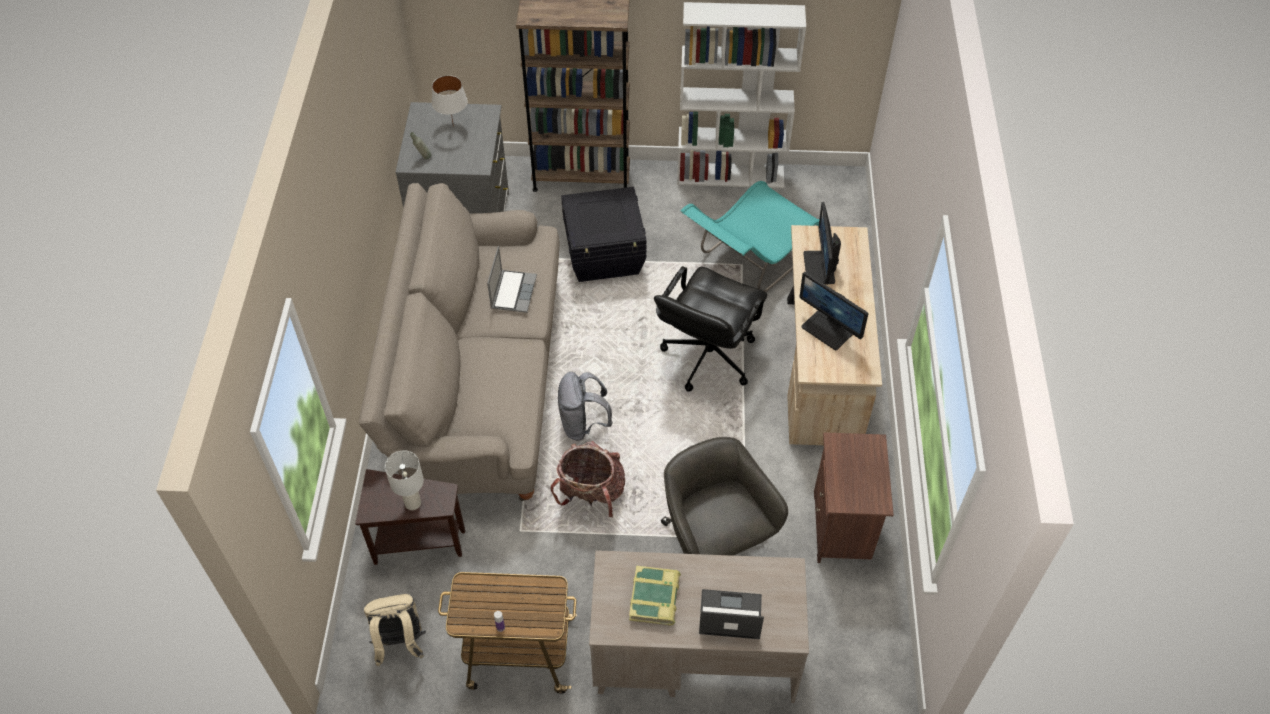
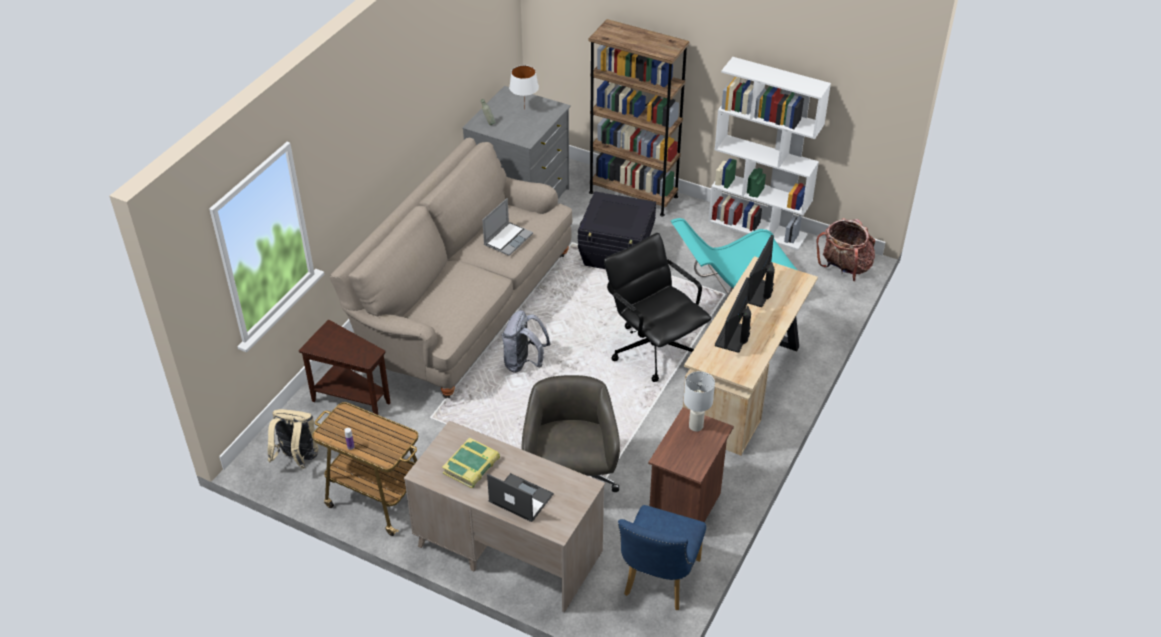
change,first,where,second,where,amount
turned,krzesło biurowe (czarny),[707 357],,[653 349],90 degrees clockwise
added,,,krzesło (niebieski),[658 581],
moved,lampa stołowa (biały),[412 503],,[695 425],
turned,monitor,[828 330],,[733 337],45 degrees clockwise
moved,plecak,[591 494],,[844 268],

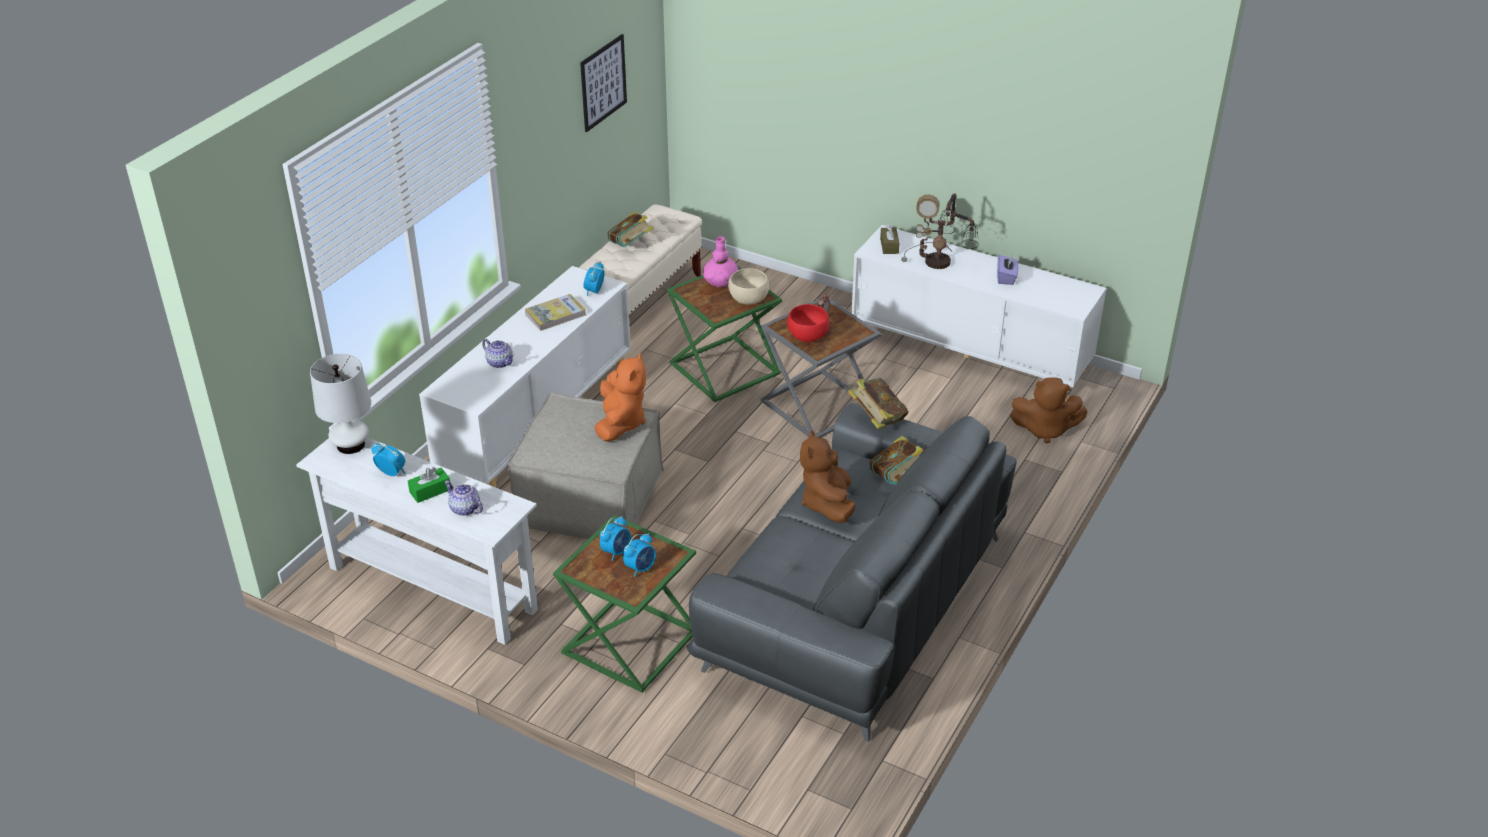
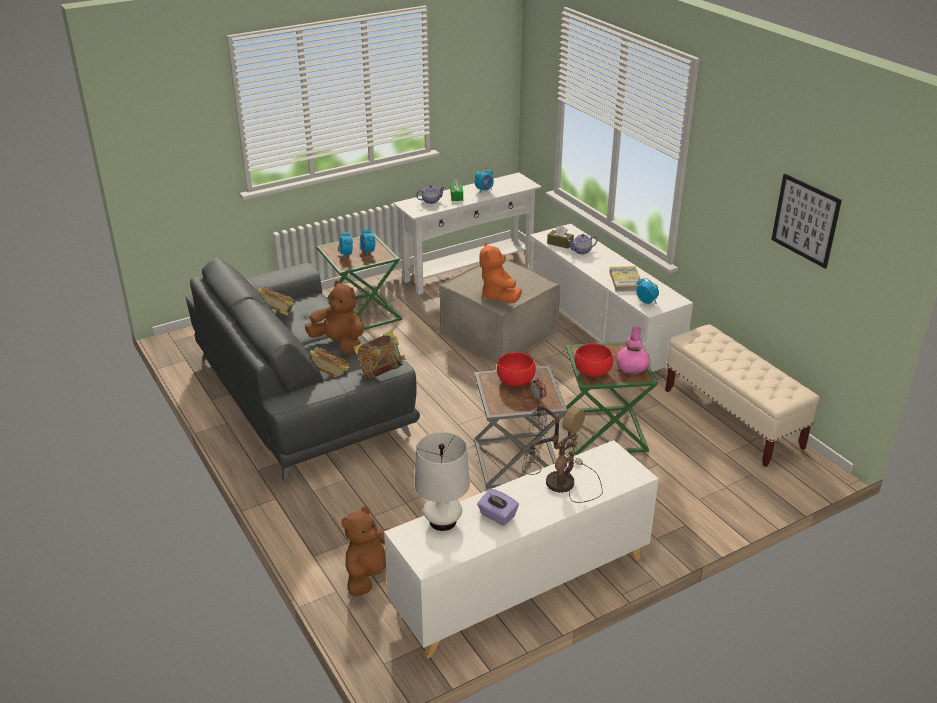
change,first,where,second,where,amount
moved,książka,[631 246],,[276 314],
moved,lampa stołowa (biały),[350 445],,[442 521],
turned,pluszak (pomarańczowy),[620 423],,[499 296],45 degrees clockwise
moved,pudełko chusteczek (brązowy),[889 246],,[560 243],
recoloured,miska (beżowy),[749 298],miska (czerwony),[593 371],

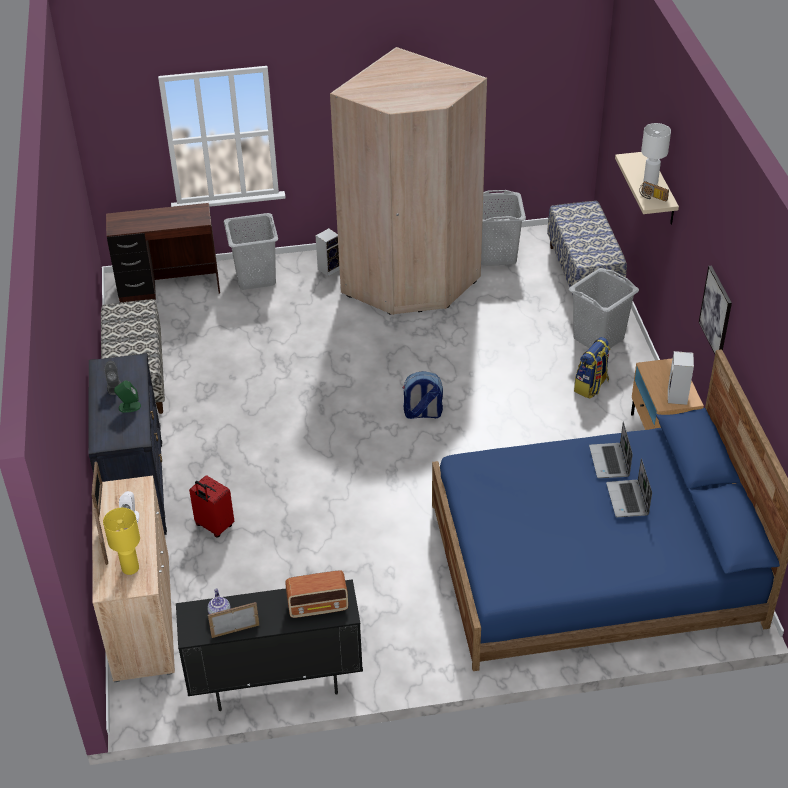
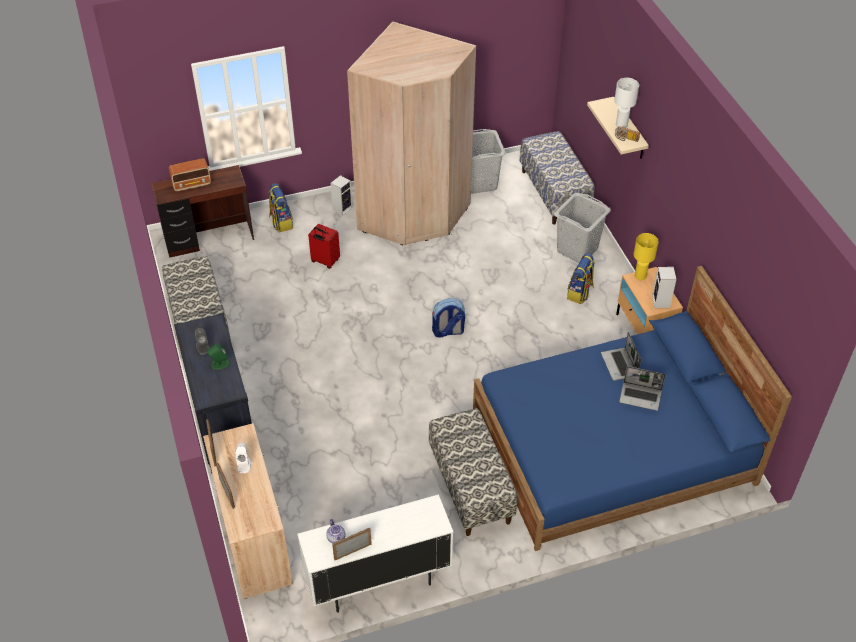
change,first,where,second,where,amount
moved,radio,[318 606],,[192 184],
replaced,kosz na pranie (szary),[255 277],plecak,[281 222],
recoloured,szafka (czarny),[275 683],szafka (biały),[378 582],
moved,walizka (czerwony),[214 526],,[325 261],
added,,,ławka,[471 487],
turned,laptop,[628 500],,[641 396],60 degrees counterclockwise
moved,lampa stołowa (żółty),[130 568],,[640 276],
removed,obraz,[716 312],,,

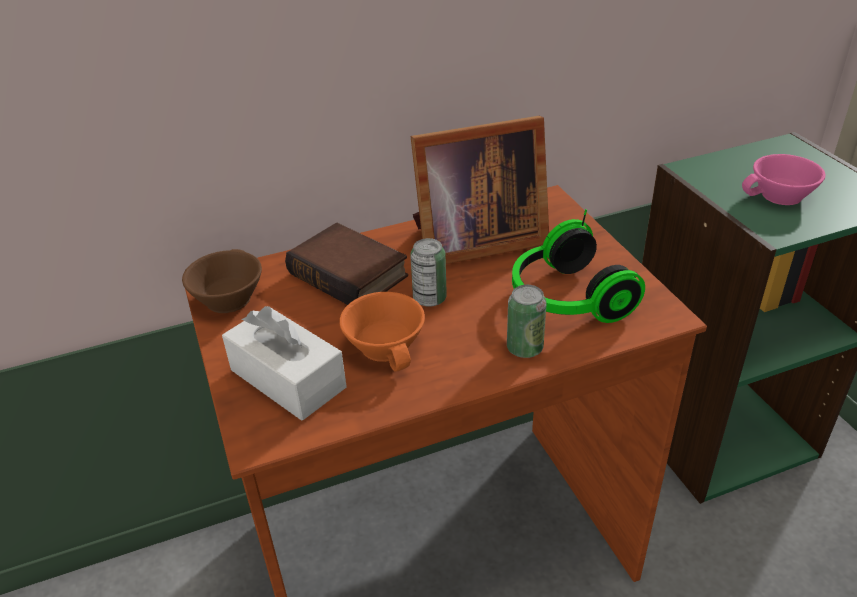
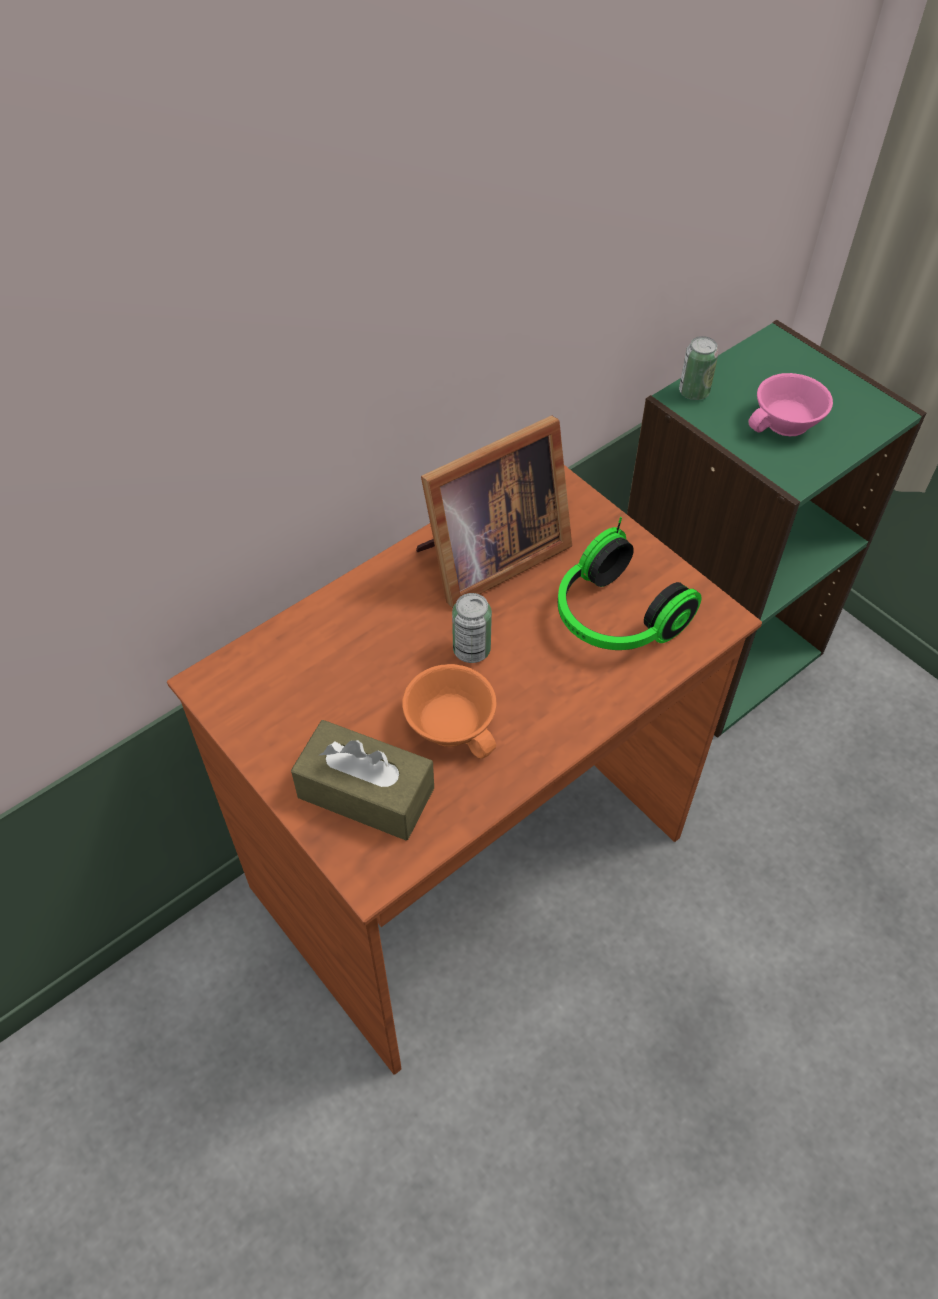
change,first,where,second,where,amount
recoloured,pudełko chusteczek (biały),[288 379],pudełko chusteczek (brązowy),[366 793],
moved,puszka,[524 348],,[694 392],
removed,filiżanka (brązowy),[226 297],,,
removed,książka,[351 274],,,

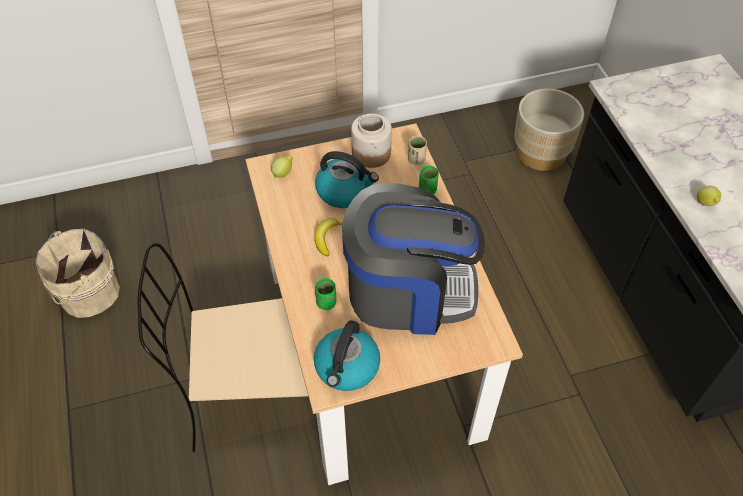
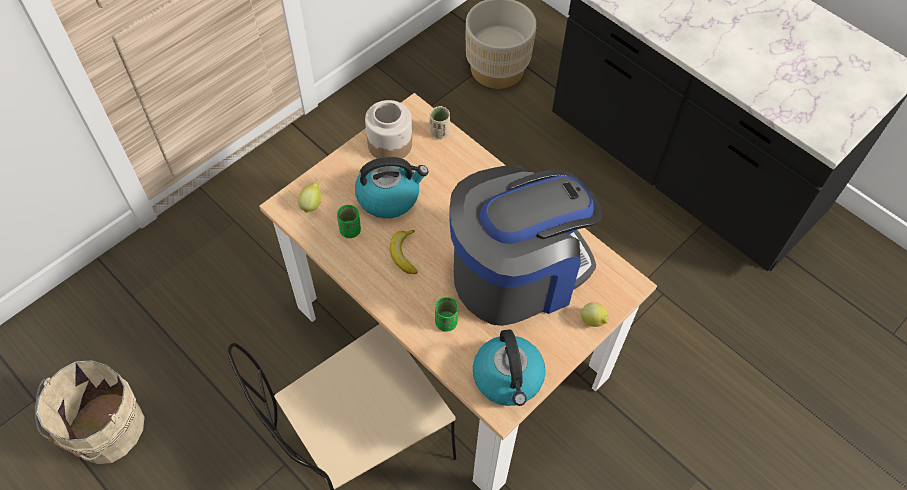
change,first,where,second,where,amount
moved,filiżanka (zielony),[427 190],,[350 230],
moved,cytryna,[705 204],,[593 321],

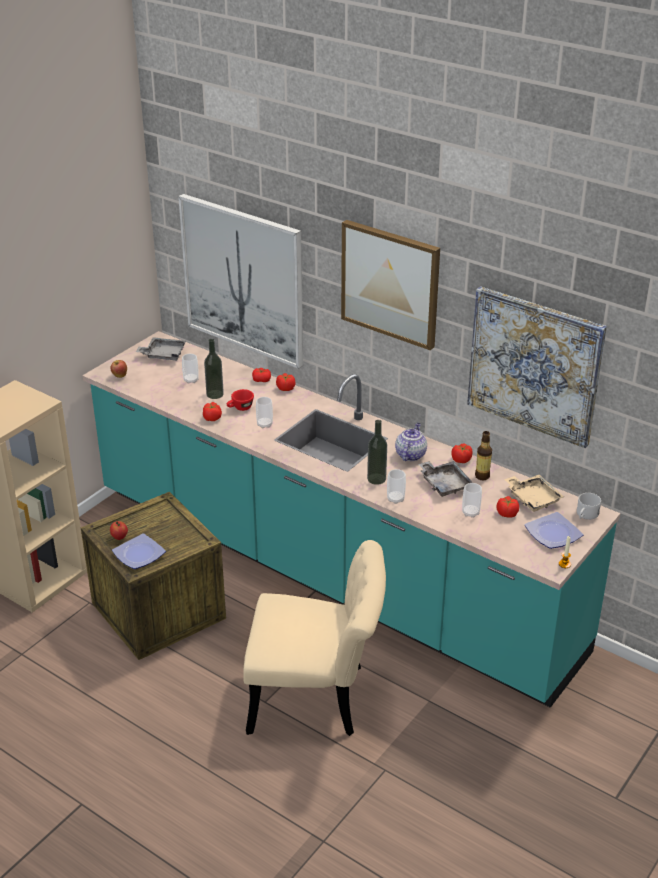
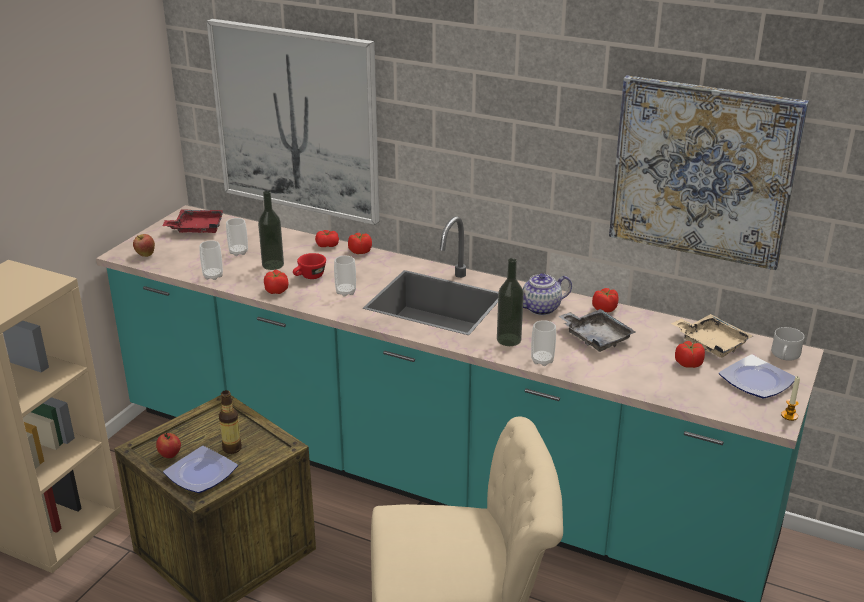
change,first,where,second,where,amount
recoloured,taca (szary),[163 354],taca (czerwony),[197 228],
moved,filiżanka,[470 513],,[213 276],
moved,butelka,[482 476],,[232 448],
turned,imbryk,[410 454],,[540 309],120 degrees counterclockwise
removed,obraz,[390 283],,,

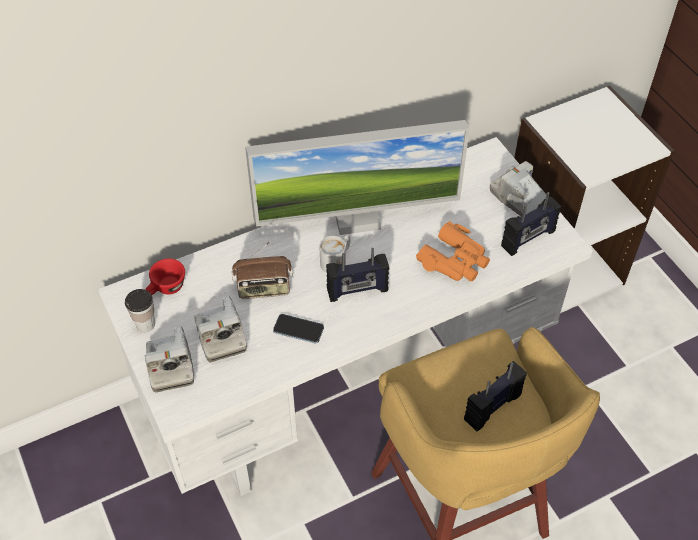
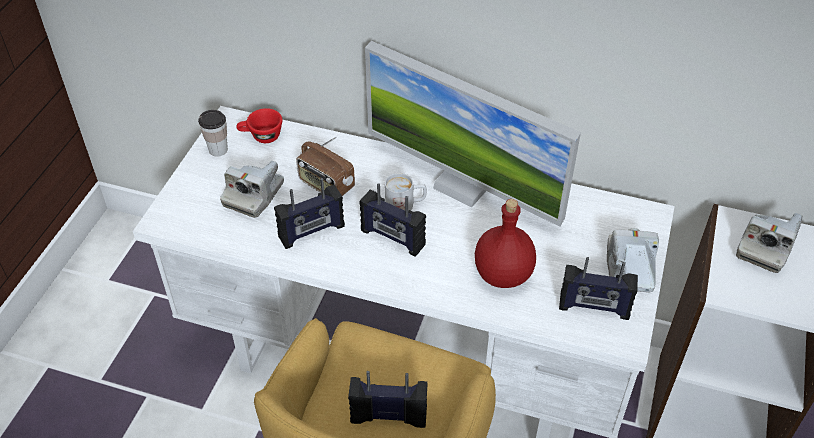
change,first,where,second,where,amount
replaced,telefon,[298 329],radio,[312 232],
replaced,lornetka (pomarańczowy),[455 260],butelka (czerwony),[502 275],
moved,aparat fotograficzny,[170 366],,[764 247],

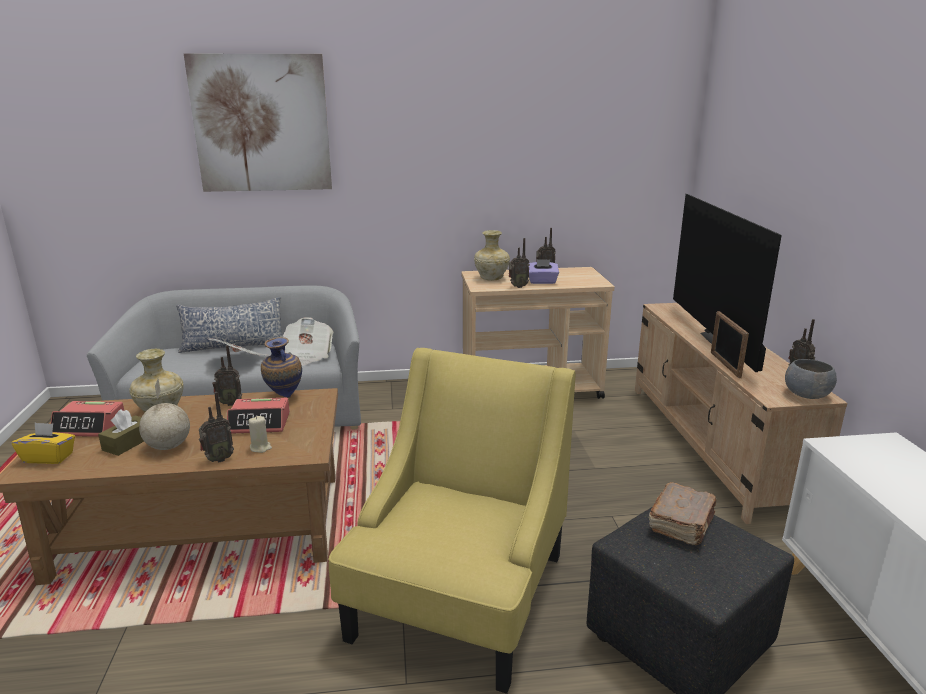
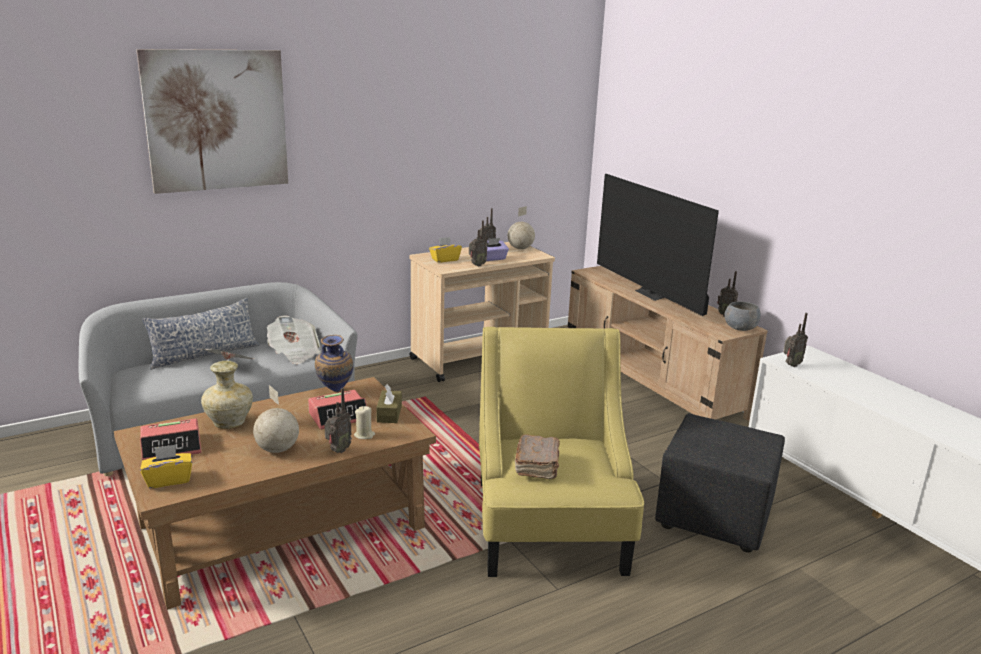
change,first,where,second,where,amount
moved,pudełko chusteczek (brązowy),[128 443],,[389 413],
replaced,wazon (beżowy),[491 278],pudełko chusteczek (żółty),[445 259],
added,,,globus,[520 248],
moved,książka (brązowy),[682 524],,[538 466],
moved,radio,[230 403],,[790 365],
removed,ramka na zdjęcie,[725 365],,,

